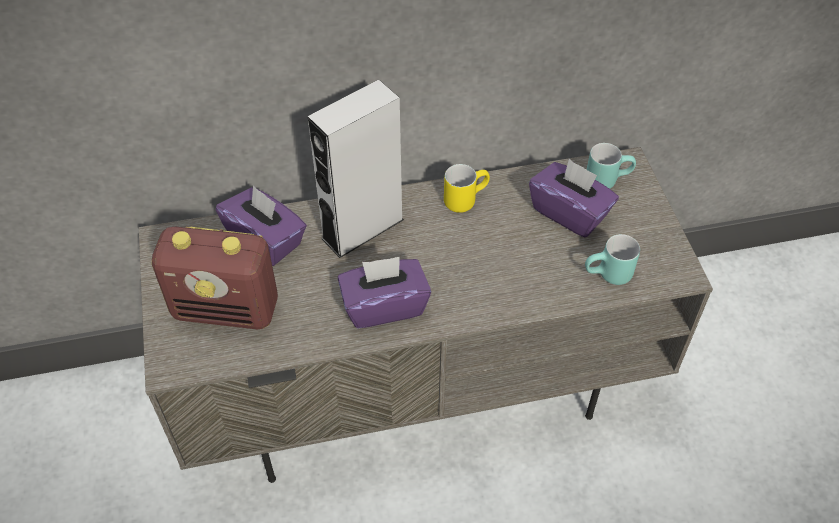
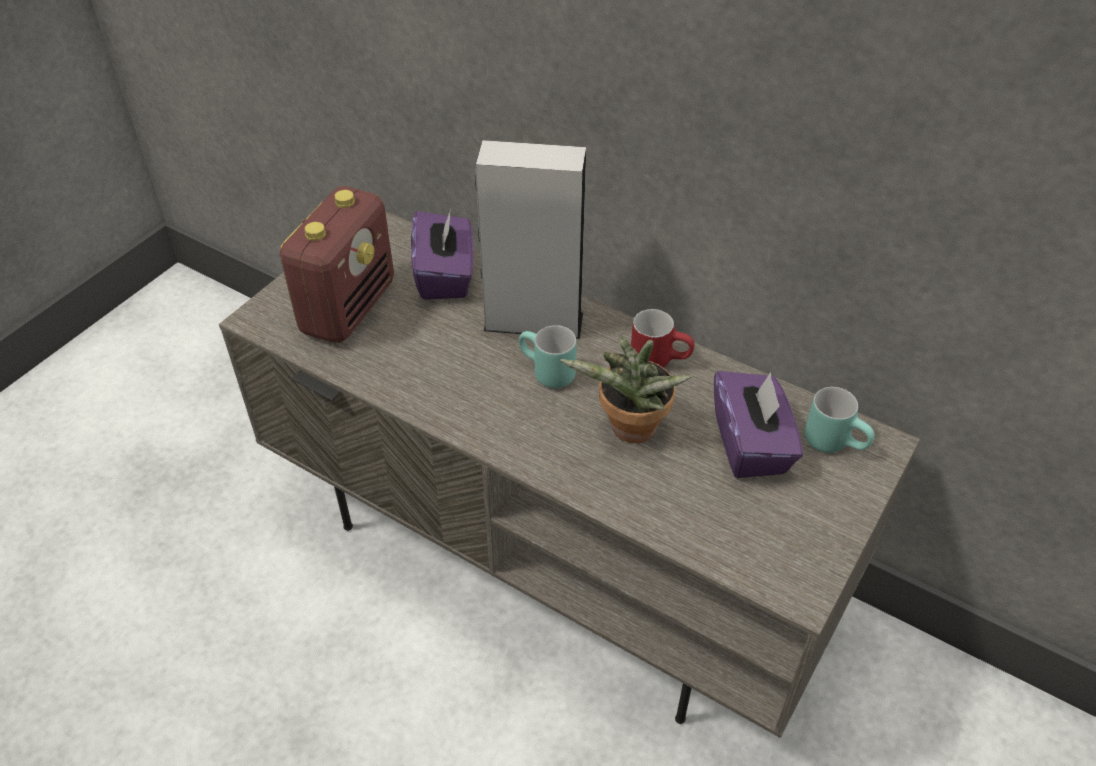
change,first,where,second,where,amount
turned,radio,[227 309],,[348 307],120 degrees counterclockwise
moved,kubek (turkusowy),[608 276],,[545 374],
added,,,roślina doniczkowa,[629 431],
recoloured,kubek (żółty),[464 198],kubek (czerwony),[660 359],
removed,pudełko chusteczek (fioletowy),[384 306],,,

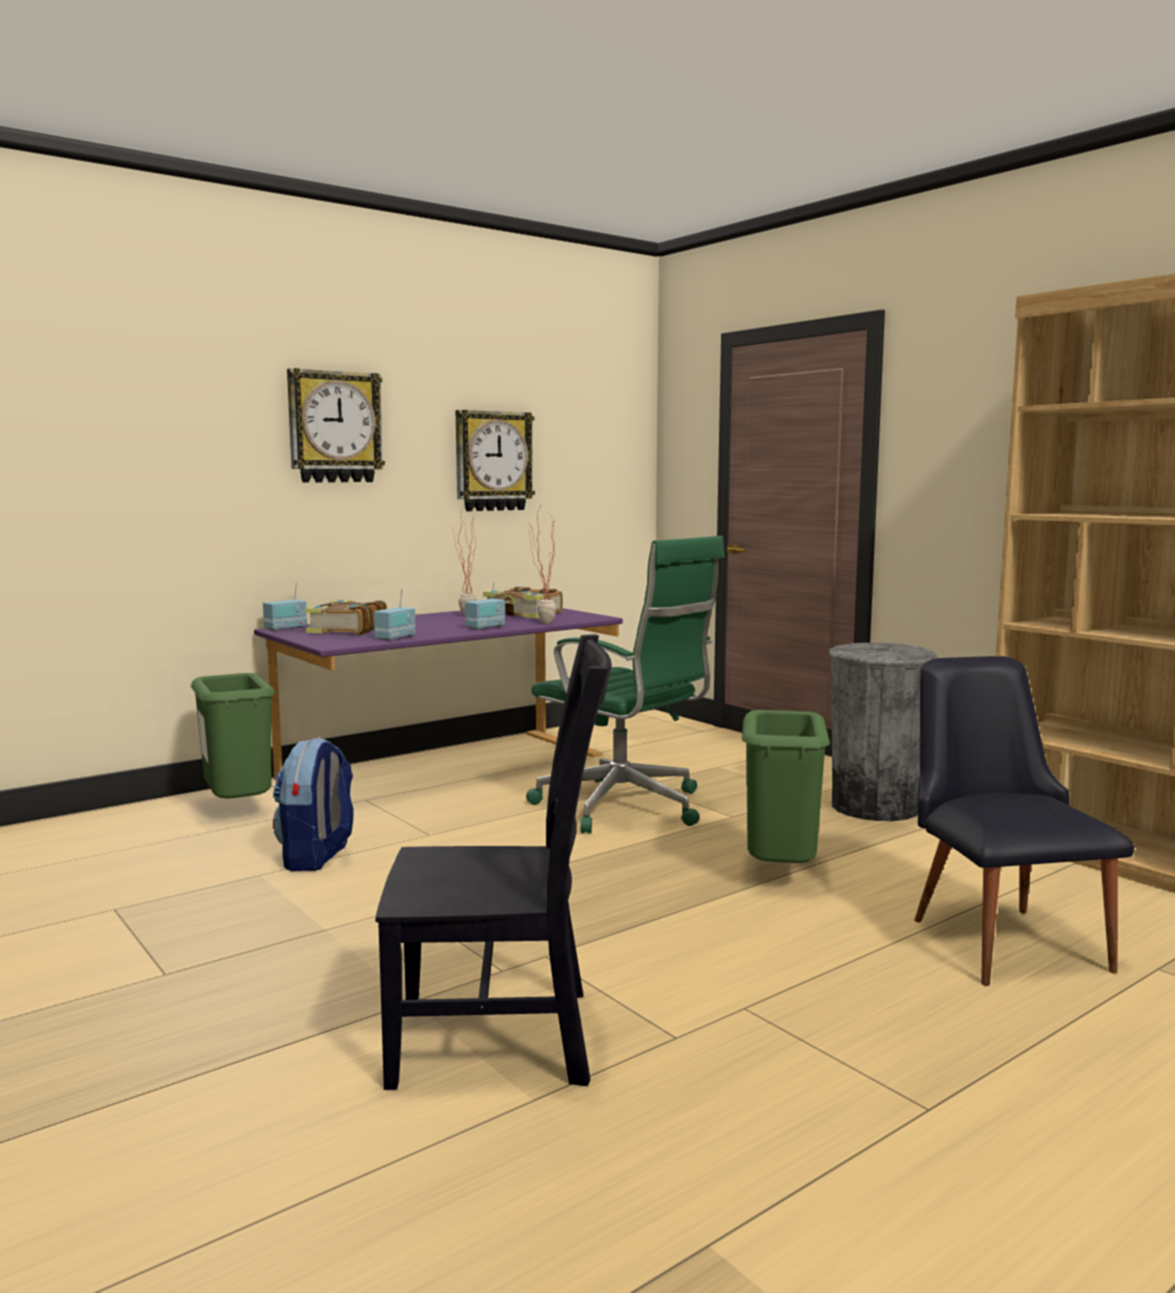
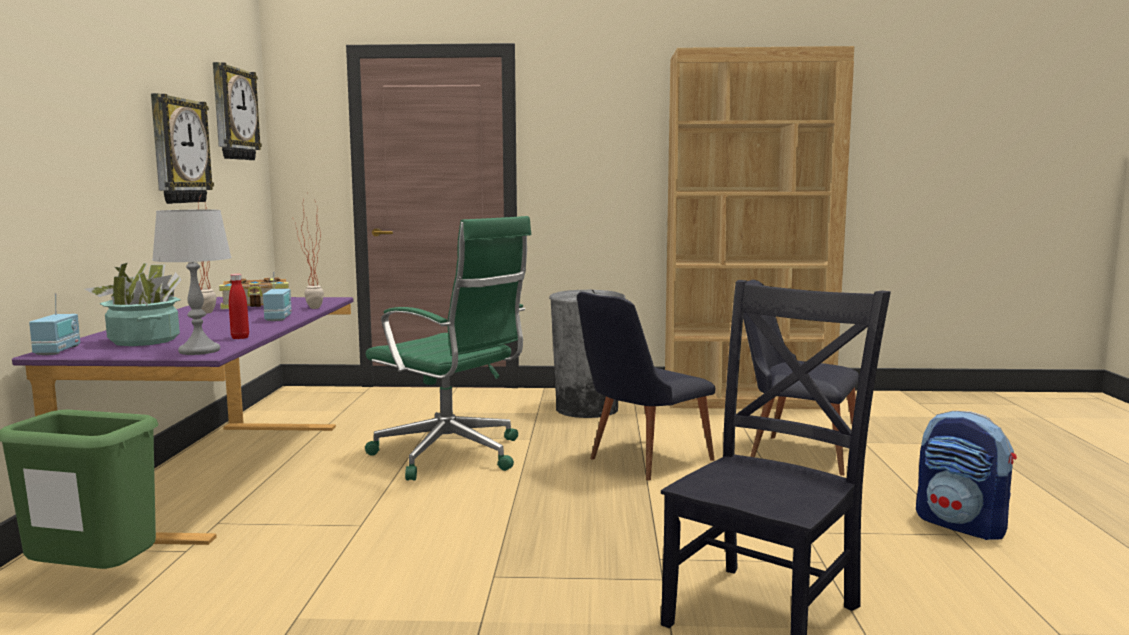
change,first,where,second,where,amount
replaced,książka,[346 630],roślina doniczkowa,[144 340],
added,,,lampa stołowa (szary),[199 351],
moved,zegar ścienny,[334 427],,[233 114],
replaced,radio,[396 638],butelka (czerwony),[240 338],
turned,krzesło biurowe (zielony),[625 807],,[452 455],45 degrees clockwise
replaced,kosz na śmieci (zielony),[778 874],krzesło (czarny),[640 461],
moved,plecak,[317 858],,[962 525],

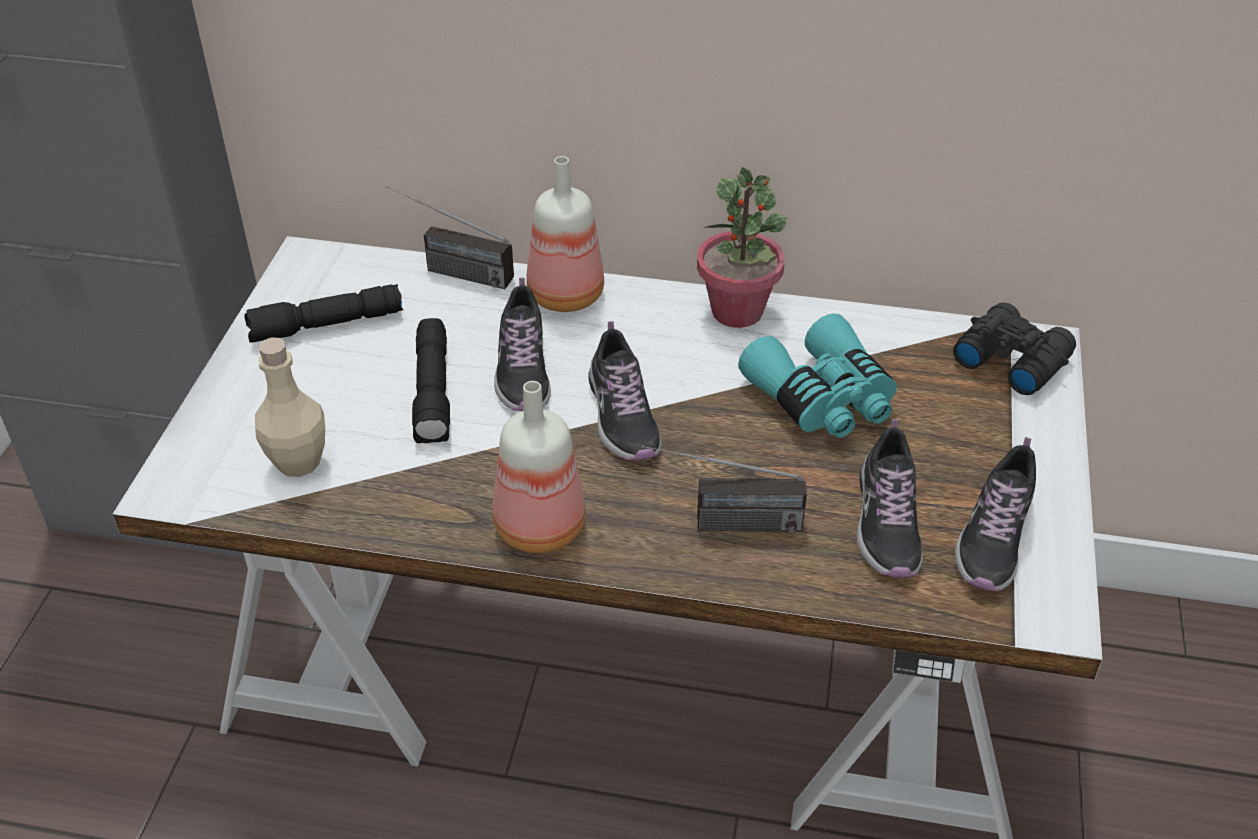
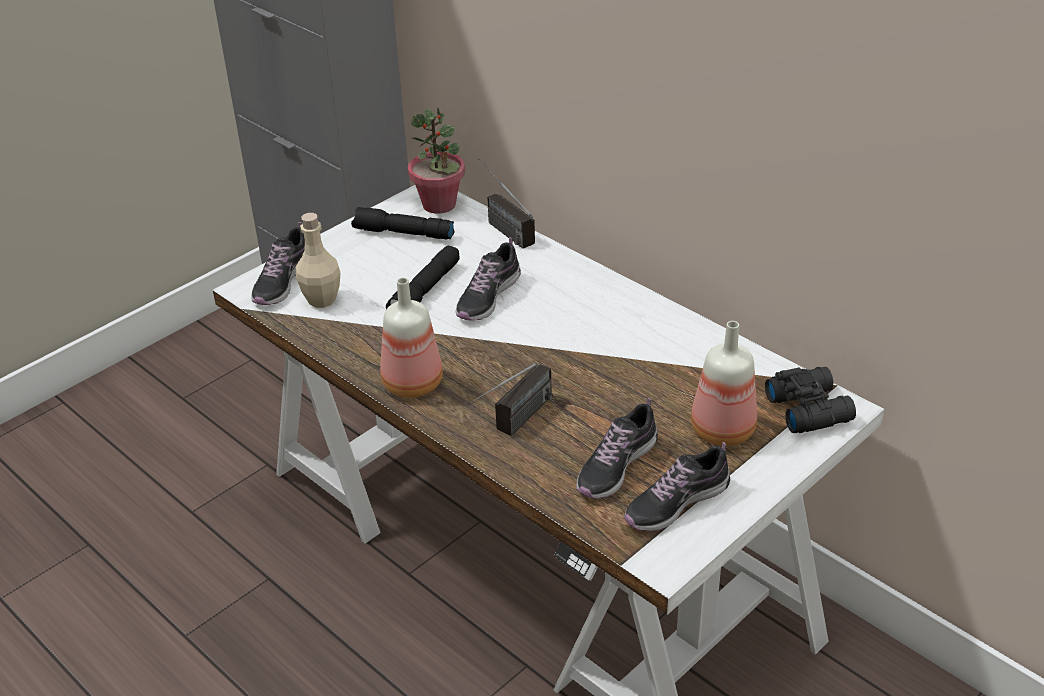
change,first,where,second,where,amount
moved,but,[622 416],,[282 281],
moved,roślina doniczkowa,[737 311],,[439 204],
turned,radio,[721 524],,[515 424],90 degrees counterclockwise
moved,butelka,[564 297],,[720 431],
removed,lornetka (turkusowy),[823 399],,,

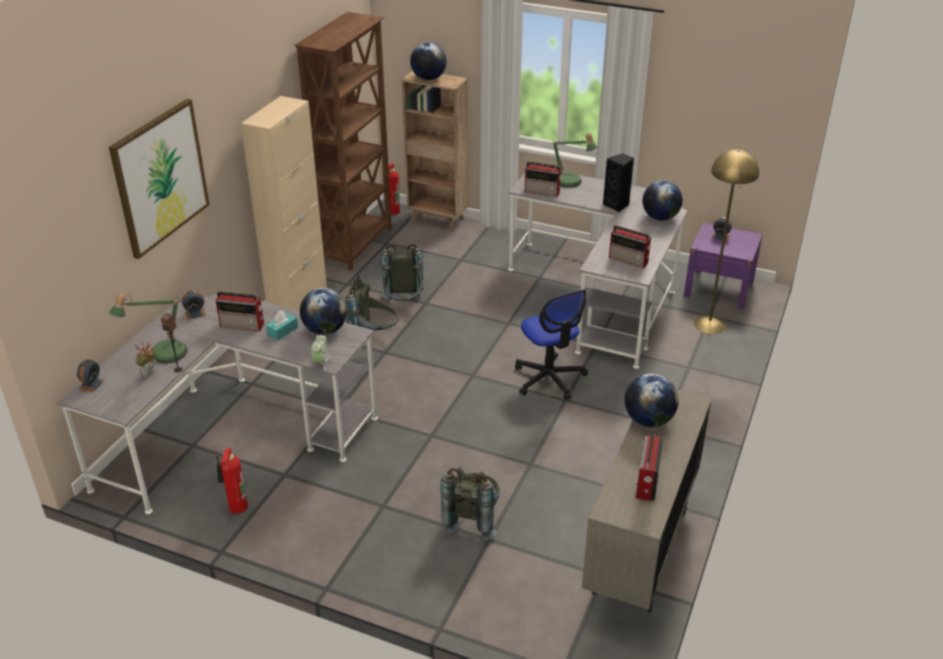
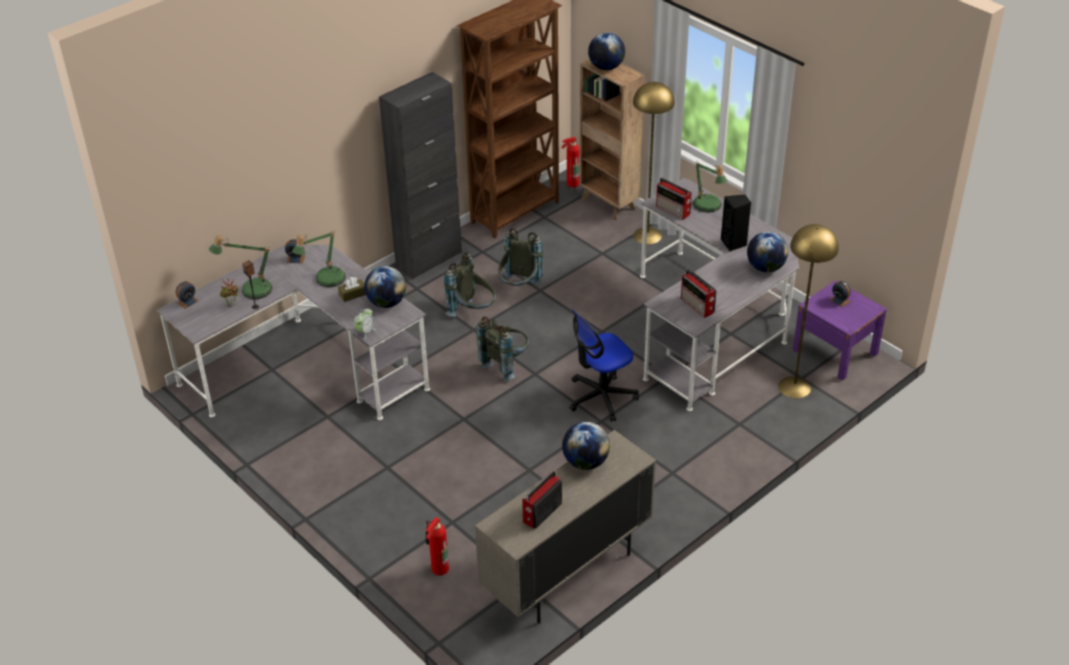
change,first,where,second,where,amount
replaced,radio,[243 325],lampa stołowa,[326 280],
recoloured,pudełko chusteczek (turkusowy),[282 331],pudełko chusteczek (brązowy),[353 294],
recoloured,szafka (beżowy),[298 302],szafka (czarny),[429 259],
moved,gaśnica,[236 508],,[438 569],
moved,plecak (szary),[472 518],,[506 364],
turned,krzesło biurowe,[549 378],,[601 397],60 degrees clockwise
added,,,lampa stojąca (żółty),[647 235],
removed,obraz,[160 177],,,

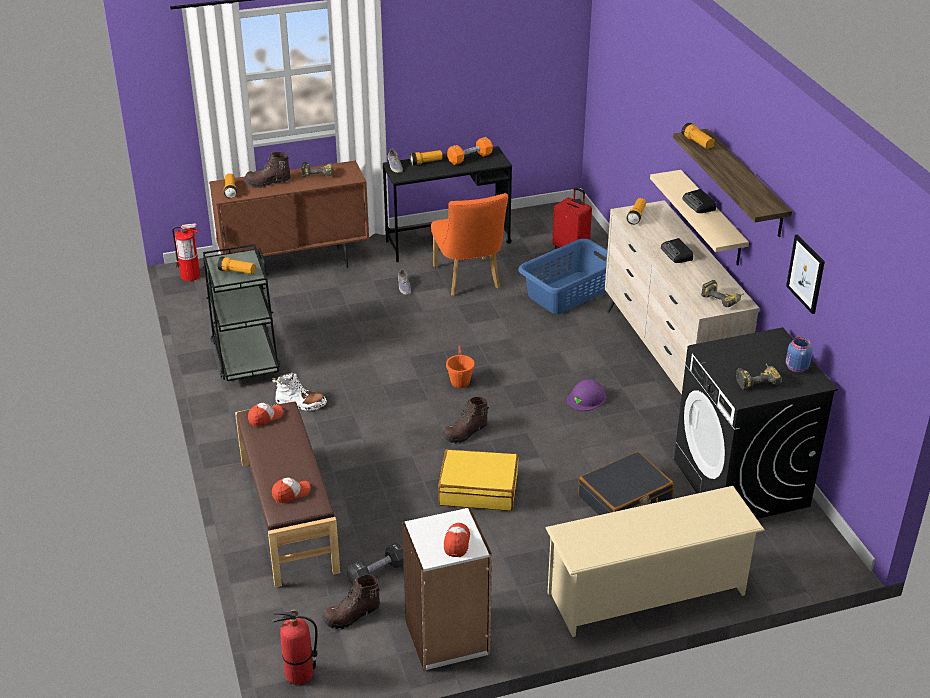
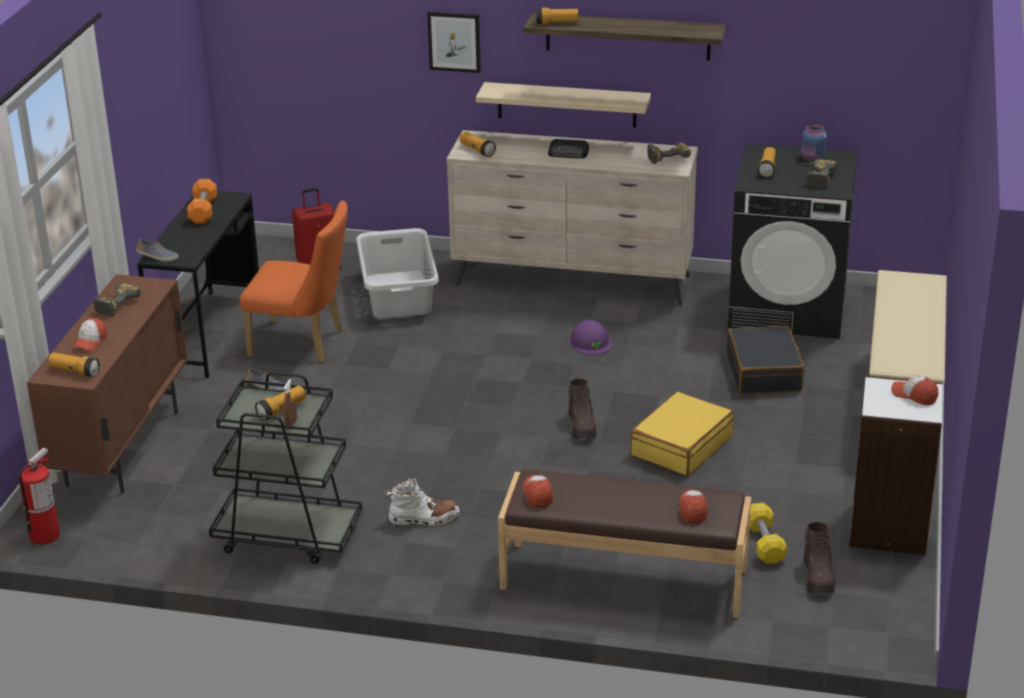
change,first,where,second,where,amount
replaced,but z cholewką (brązowy),[268 182],czapka z daszkiem,[90 342],
added,,,spryskiwacz (brązowy),[291 424],
recoloured,kosz na pranie (niebieski),[569 293],kosz na pranie (szary),[399 294],
turned,but z cholewką (biały),[300 403],,[424 518],45 degrees clockwise
moved,obraz,[806 273],,[454 42],
recoloured,hantel (czarny),[378 573],hantel (żółty),[764 543],
moved,latarka,[426 162],,[767 168],
removed,gaśnica,[299 674],,,
removed,wiadro (pomarańczowy),[460 382],,,
removed,radio,[699 205],,,

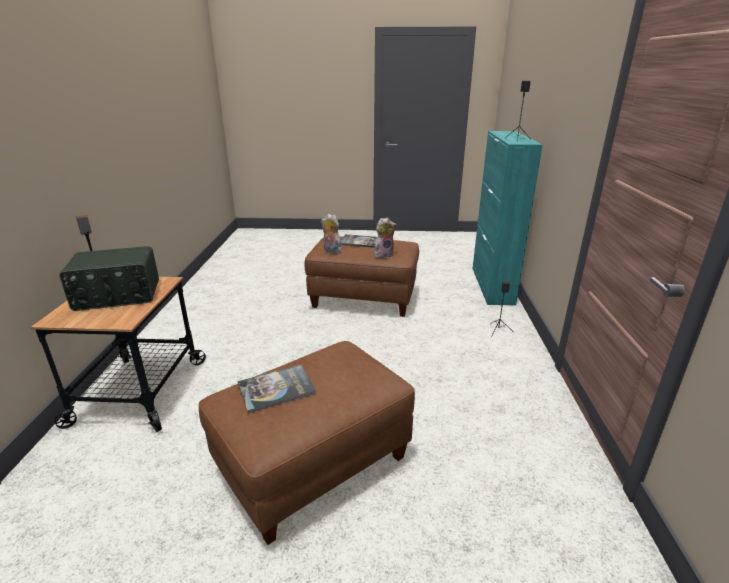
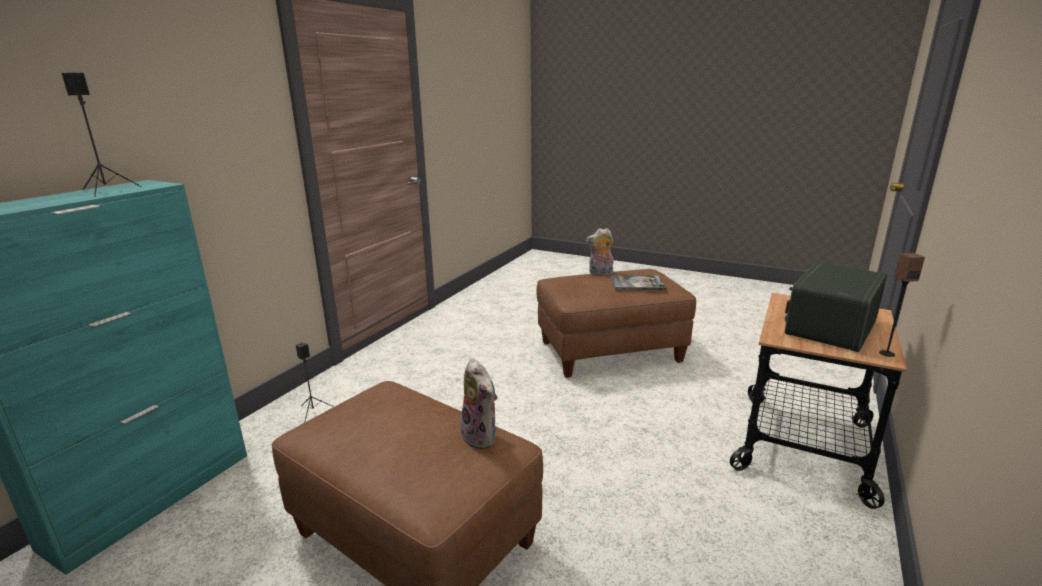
change,first,where,second,where,amount
moved,pluszak,[384 255],,[600 274],
turned,radio,[117 296],,[828 327],60 degrees counterclockwise
removed,książka,[360 242],,,

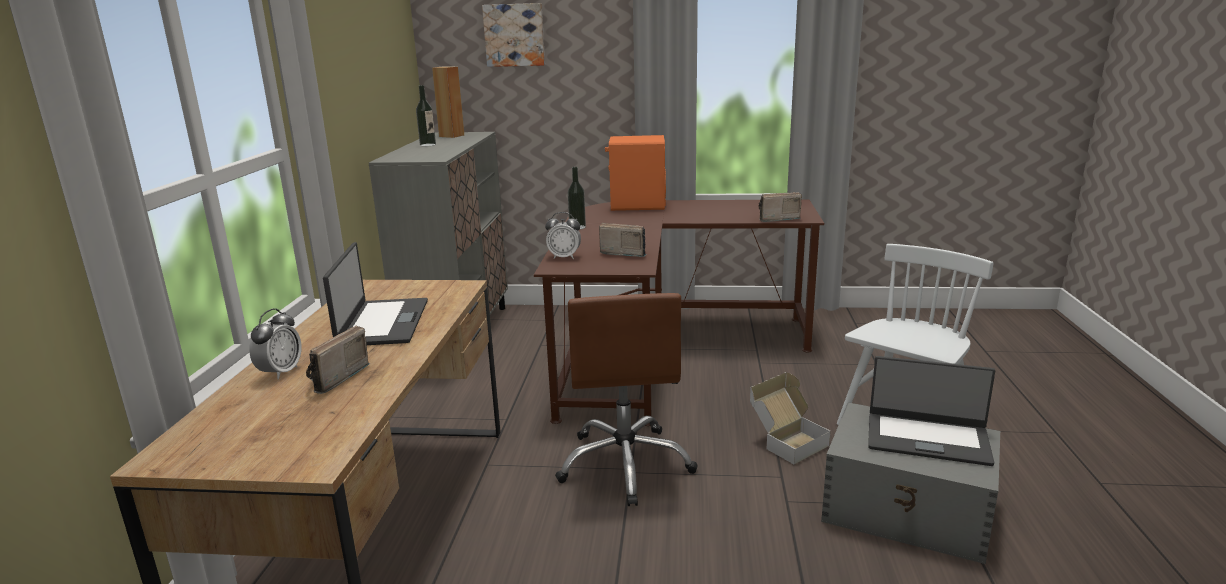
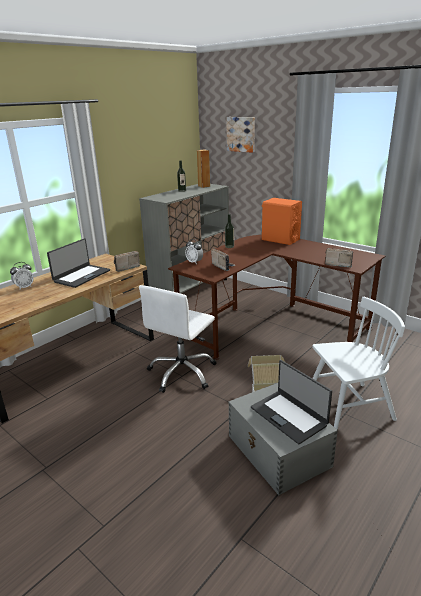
change,first,where,second,where,amount
moved,radio,[333 379],,[125 268],
recoloured,krzesło biurowe (brązowy),[626 464],krzesło biurowe (biały),[182 373],

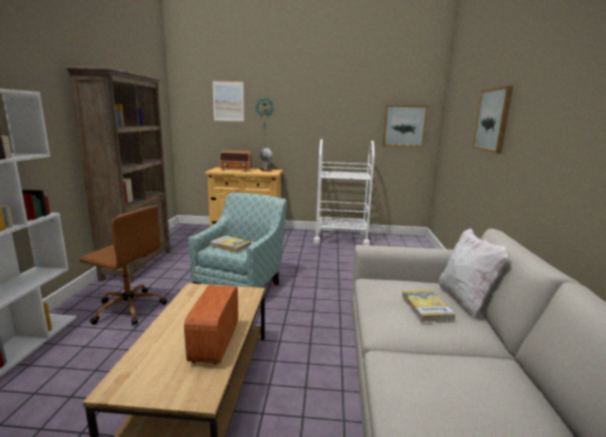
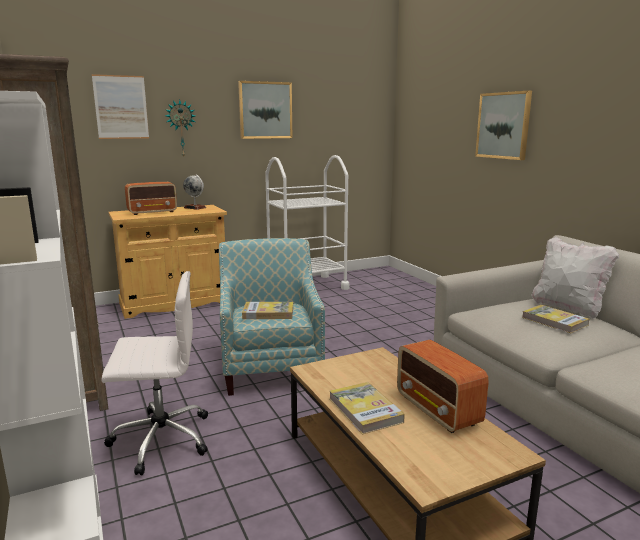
change,first,where,second,where,amount
recoloured,krzesło biurowe (brązowy),[128 308],krzesło biurowe (biały),[160 439],
moved,obraz,[404 126],,[265 110],
added,,,książka,[365 410],

